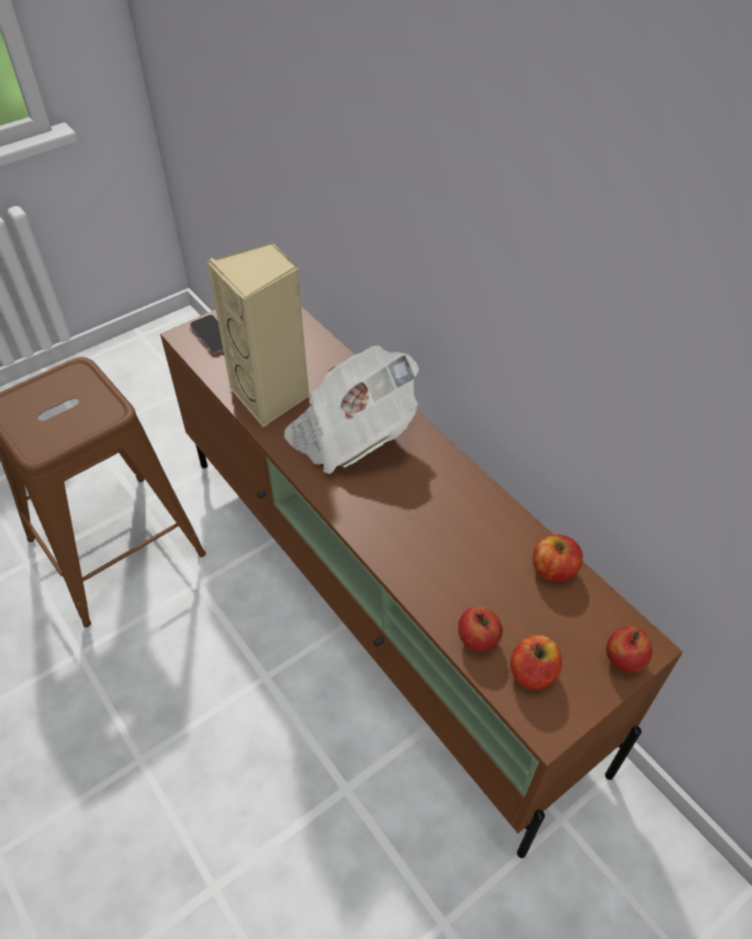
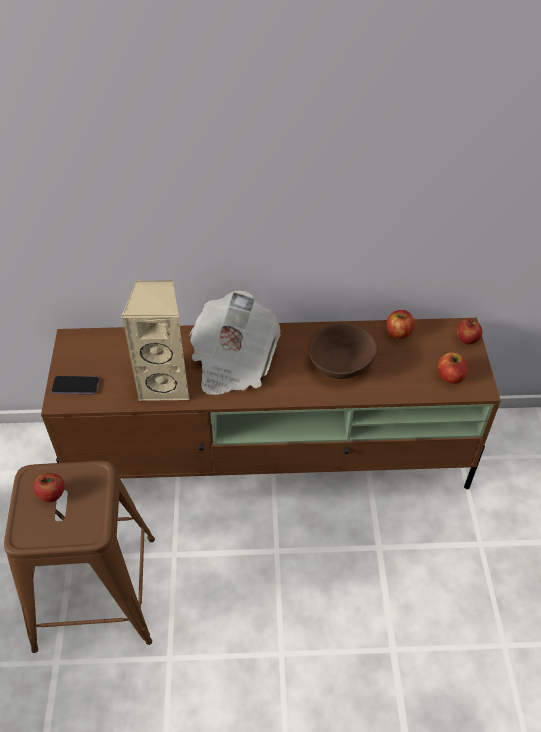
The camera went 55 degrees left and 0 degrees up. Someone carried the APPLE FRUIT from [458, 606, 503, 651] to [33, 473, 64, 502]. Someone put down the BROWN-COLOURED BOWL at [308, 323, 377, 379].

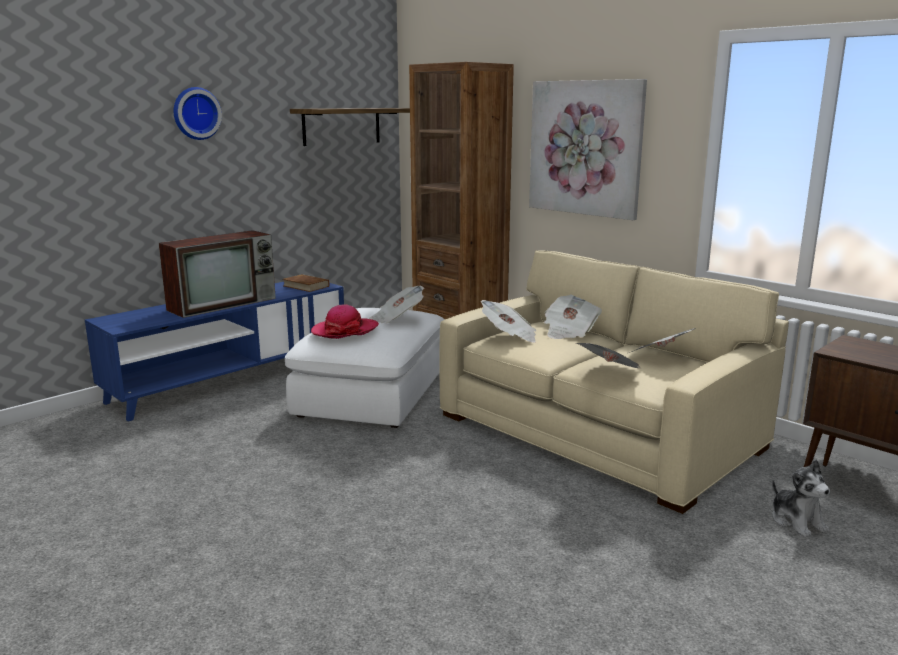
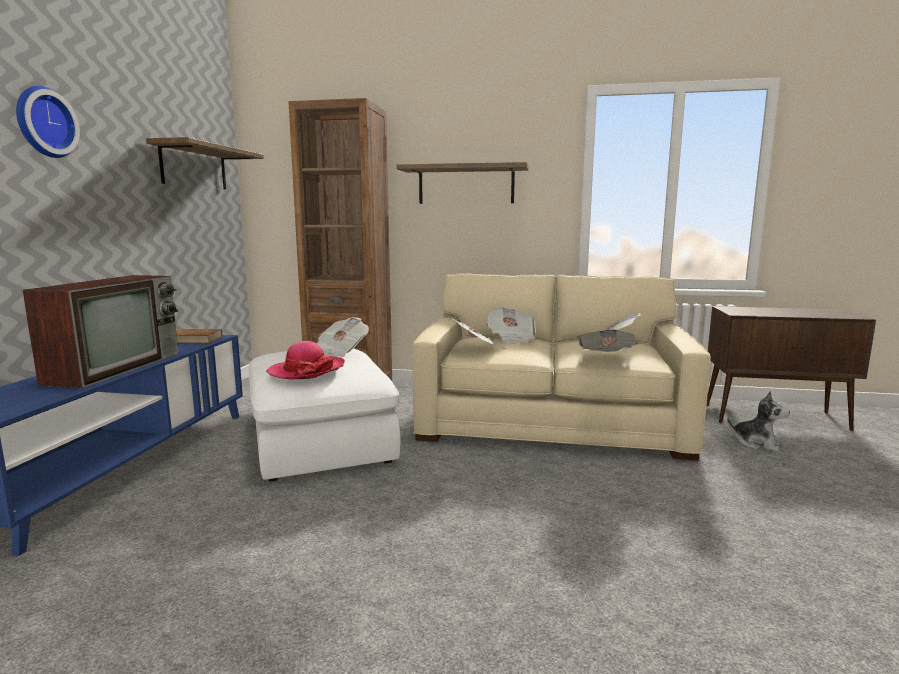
The camera went 35 degrees left and 5 degrees down. Someone swapped the WALL ART at [529, 79, 647, 220] for the BRACKET SHELF at [396, 162, 529, 204].

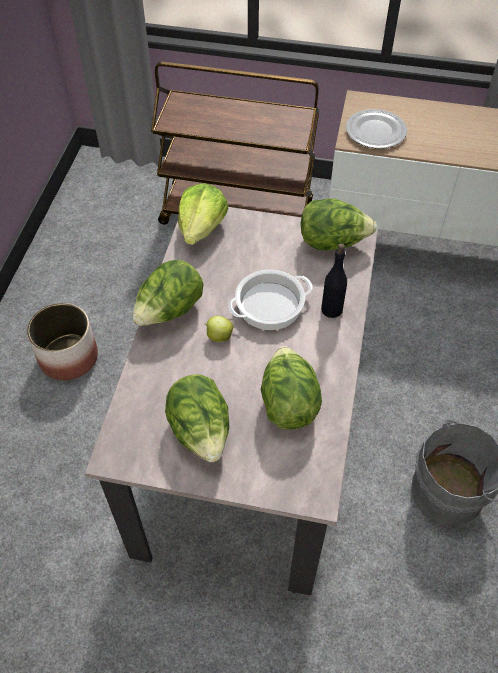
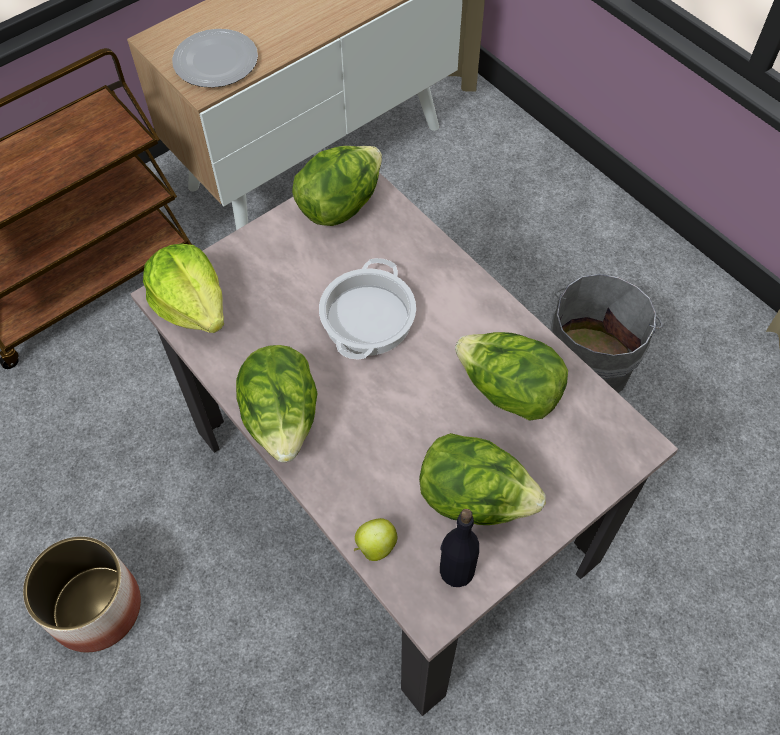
The camera went 50 degrees left and 5 degrees up. Someone carried the APPLE FRUIT from [205, 316, 233, 342] to [354, 518, 398, 561]. Someone carried the BLACK-COLOURED DRINK BOTTLE from [321, 243, 347, 318] to [440, 509, 479, 587].

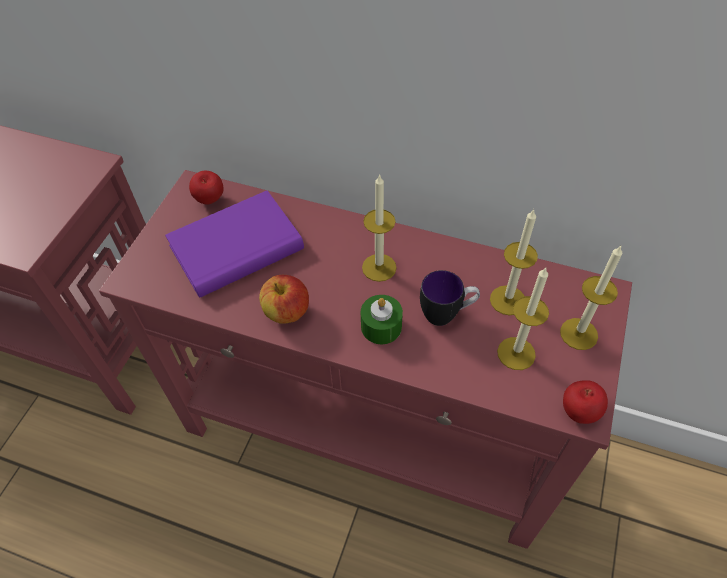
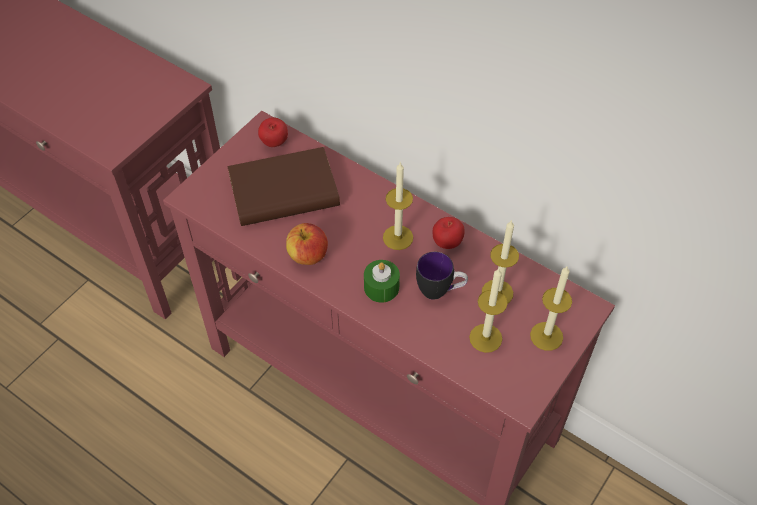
The camera went 15 degrees right and 0 degrees up. Someone repainted the PURPLE BOOK at [165, 191, 304, 298], which became the BROWN-COLOURED BOOK at [228, 147, 340, 226]. Someone carried the APPLE FRUIT from [563, 380, 608, 424] to [433, 217, 465, 249].

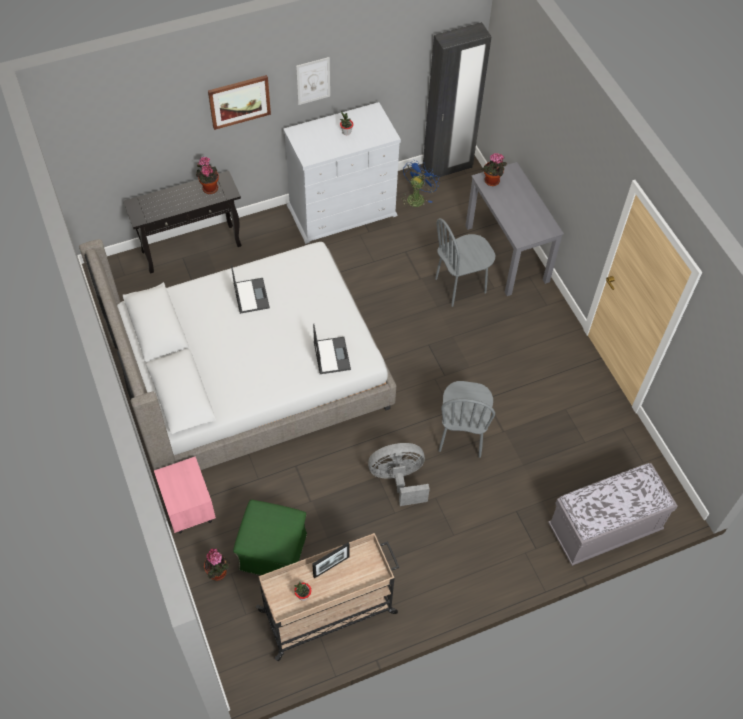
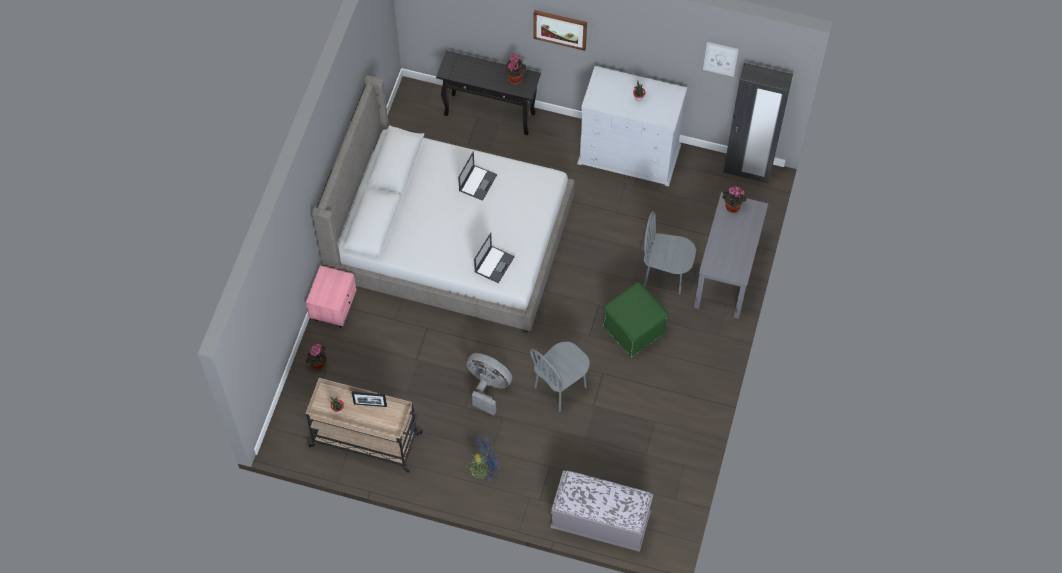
The camera went 40 degrees right and 5 degrees up. Someone carried the GREEN POUFFE from [233, 499, 307, 576] to [603, 282, 669, 358]. Someone carried the WALL ART from [296, 57, 330, 105] to [703, 42, 739, 77]. Someone carried the BLUE-COLOURED ELECTRIC FAN from [401, 160, 440, 208] to [464, 435, 499, 482].

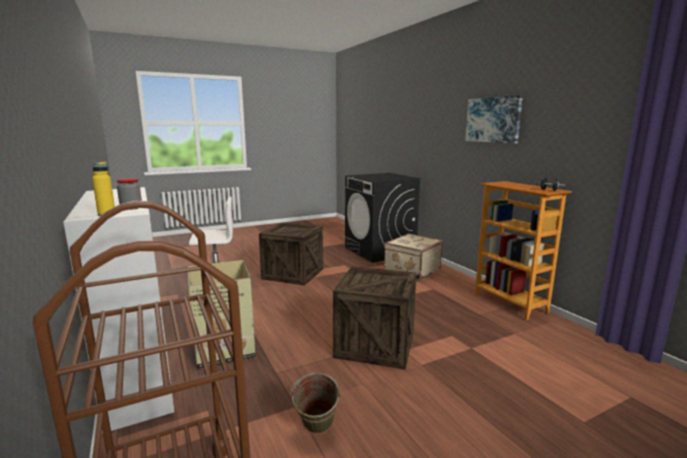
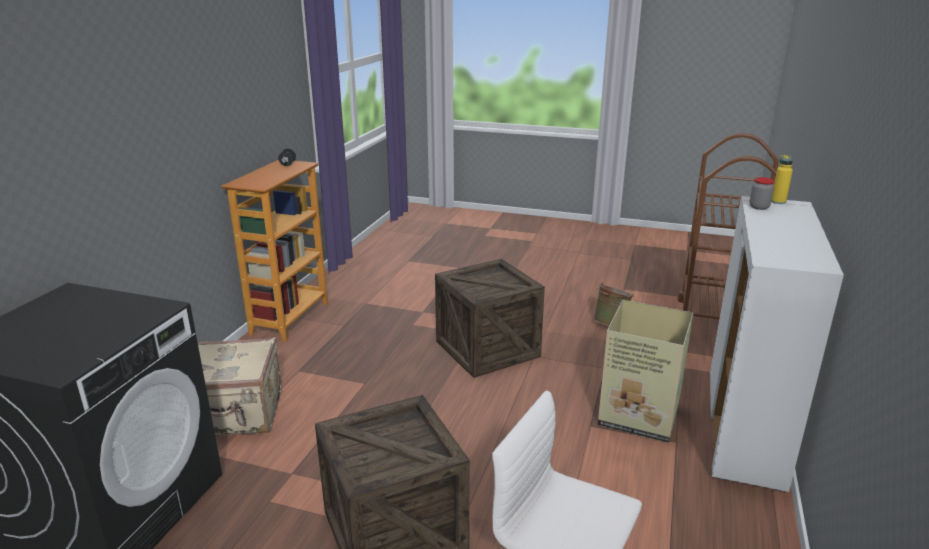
The camera went 135 degrees left and 10 degrees up. Someone took away the WALL ART at [465, 95, 523, 143].

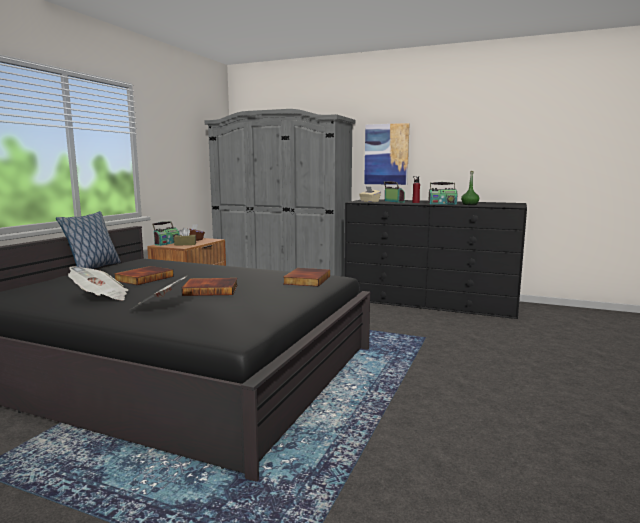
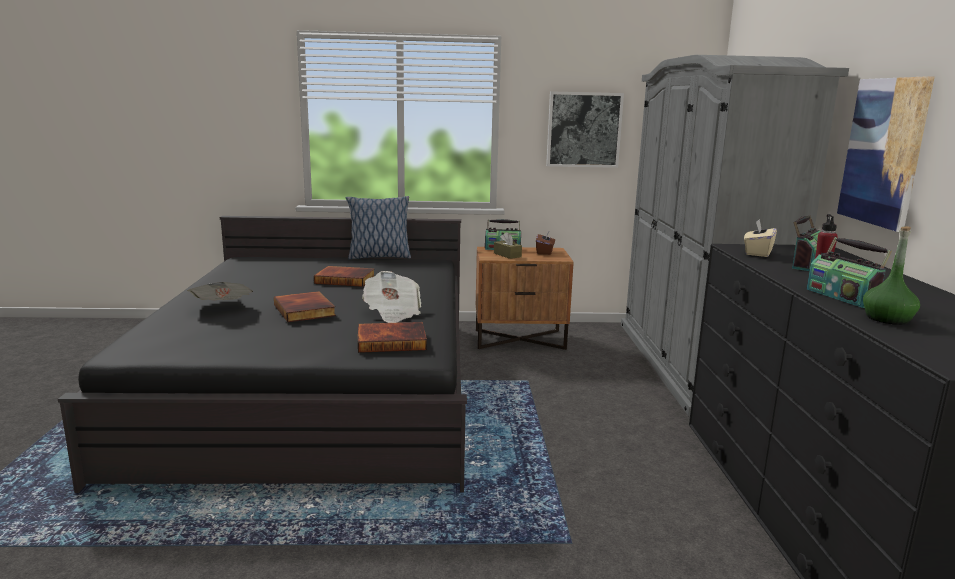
The camera went 65 degrees right and 5 degrees up. Someone carried the NEWSPAPER from [68, 266, 128, 300] to [362, 271, 421, 323]. Someone put up the WALL ART at [546, 91, 624, 168].

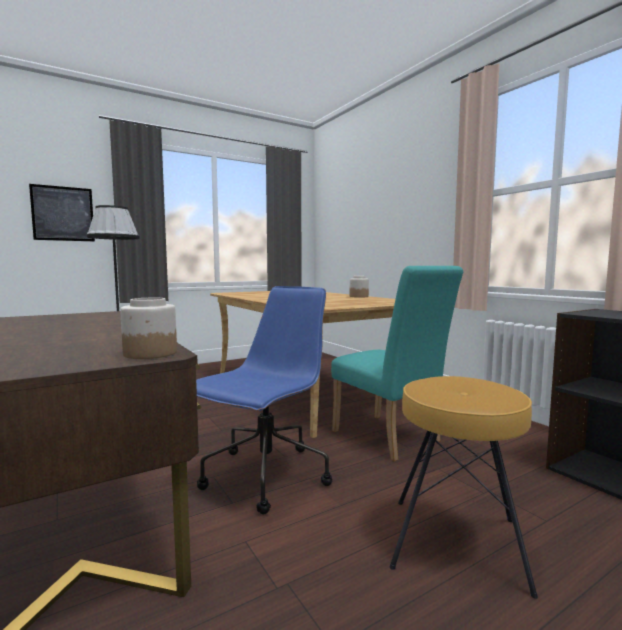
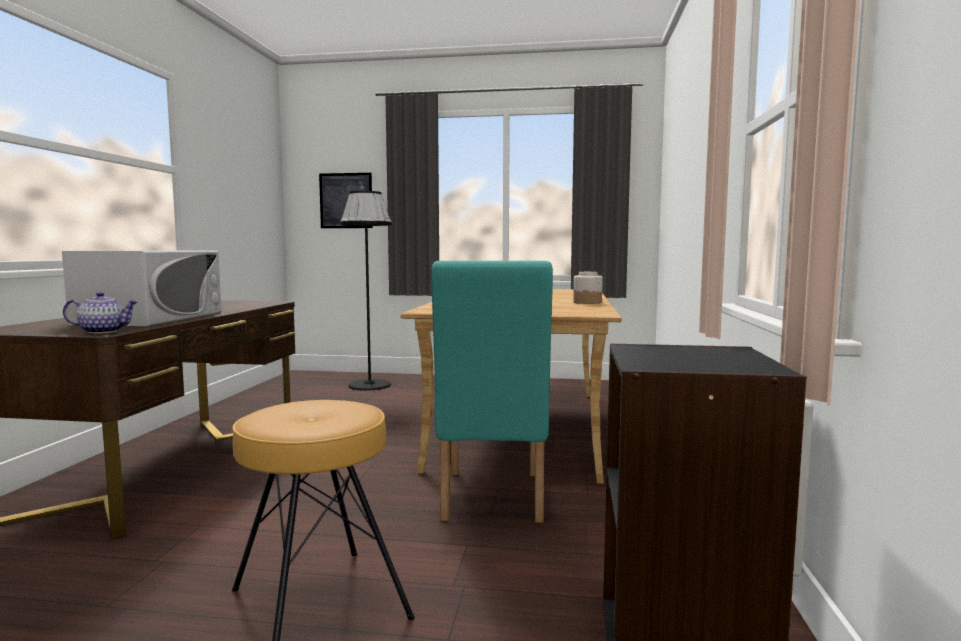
The camera went 40 degrees right and 0 degrees up. Someone swapped the JAR at [120, 298, 177, 359] for the POT FOR TEA at [63, 292, 138, 334]. Someone took away the BLUE-COLOURED OFFICE CHAIR at [196, 286, 332, 515]. Someone put down the WHITE KITCHEN MICROWAVE at [62, 251, 221, 326].

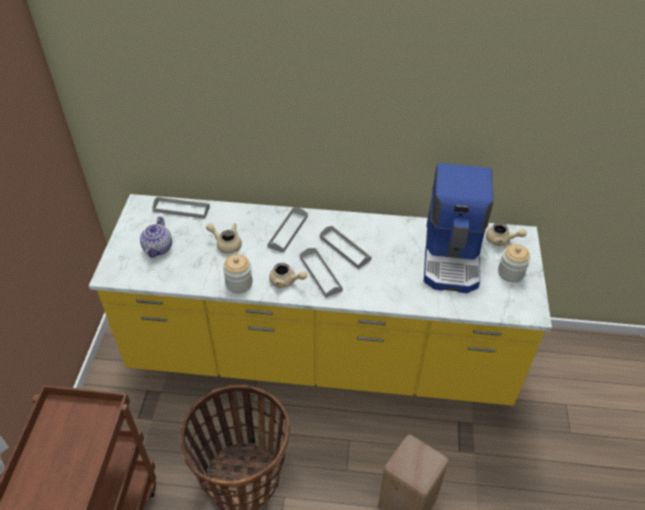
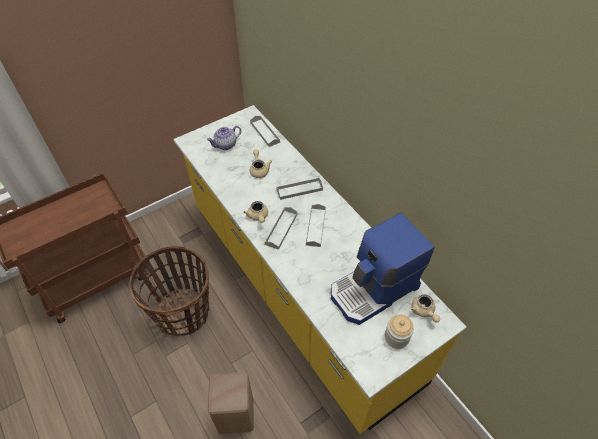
The camera went 50 degrees right and 5 degrees up. Someone took away the JAR at [223, 254, 253, 293].

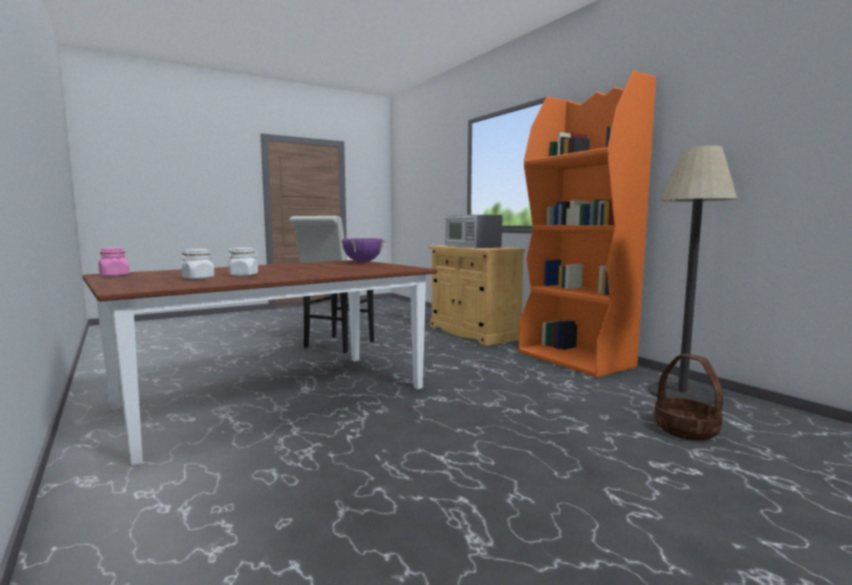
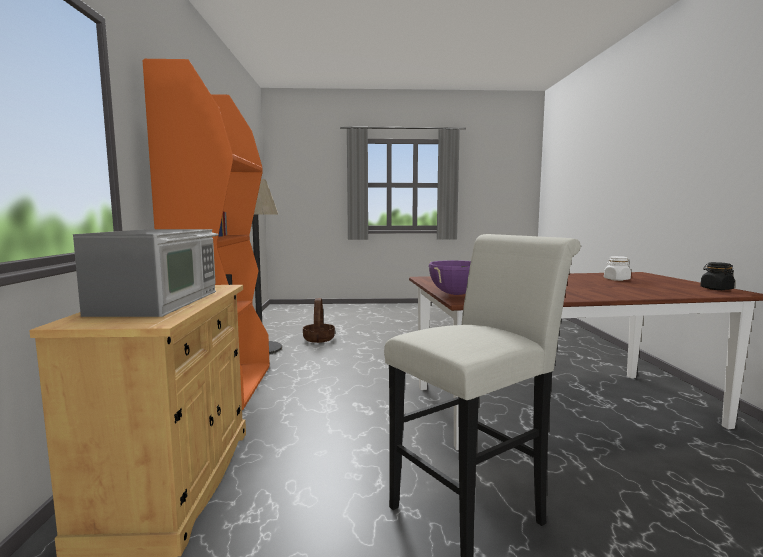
The camera went 150 degrees left and 0 degrees up. Someone repainted the PINKISH JAR at [99, 248, 130, 277], which became the BLACK-COLOURED JAR at [700, 262, 735, 290]. Someone took away the WHITE JAR at [227, 248, 259, 276].

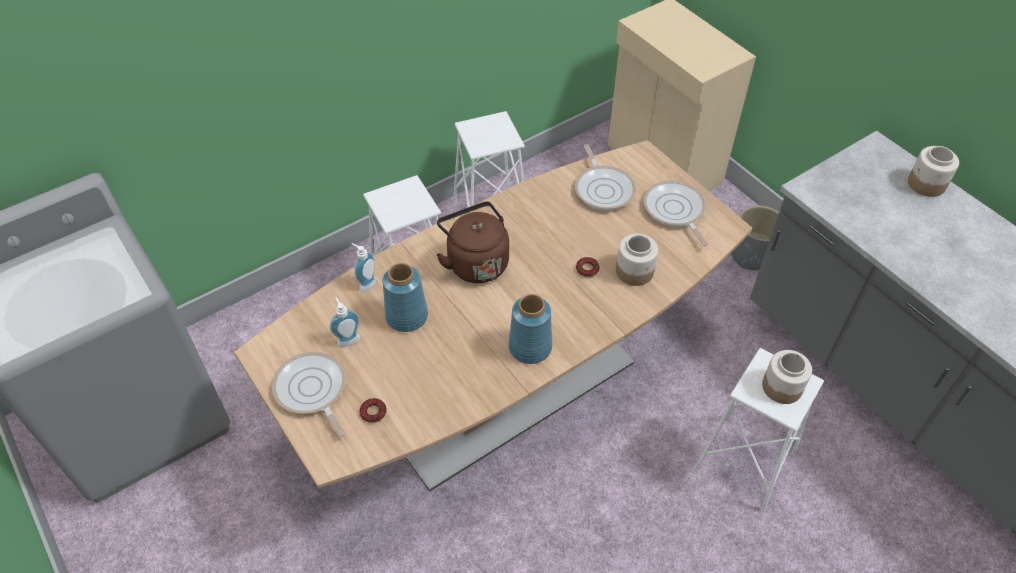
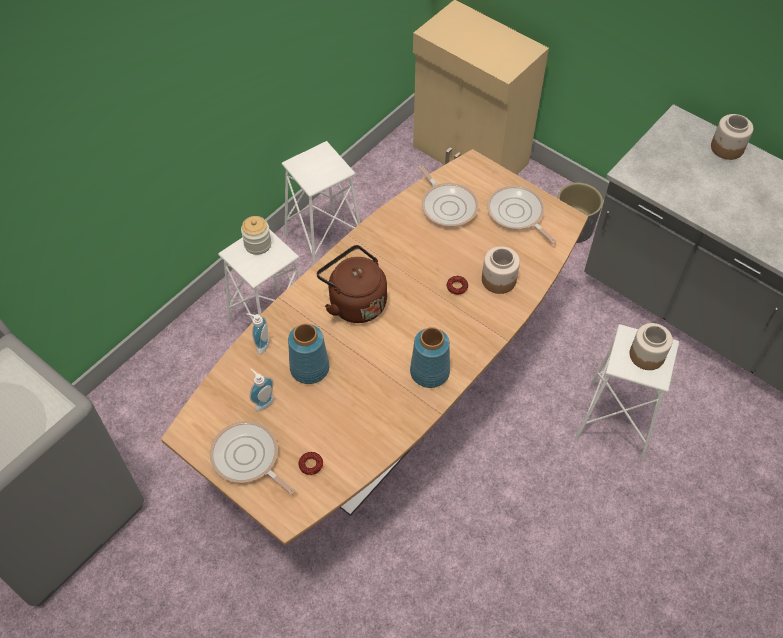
The camera went 15 degrees left and 5 degrees up. Someone put down the JAR at [241, 216, 272, 255].

